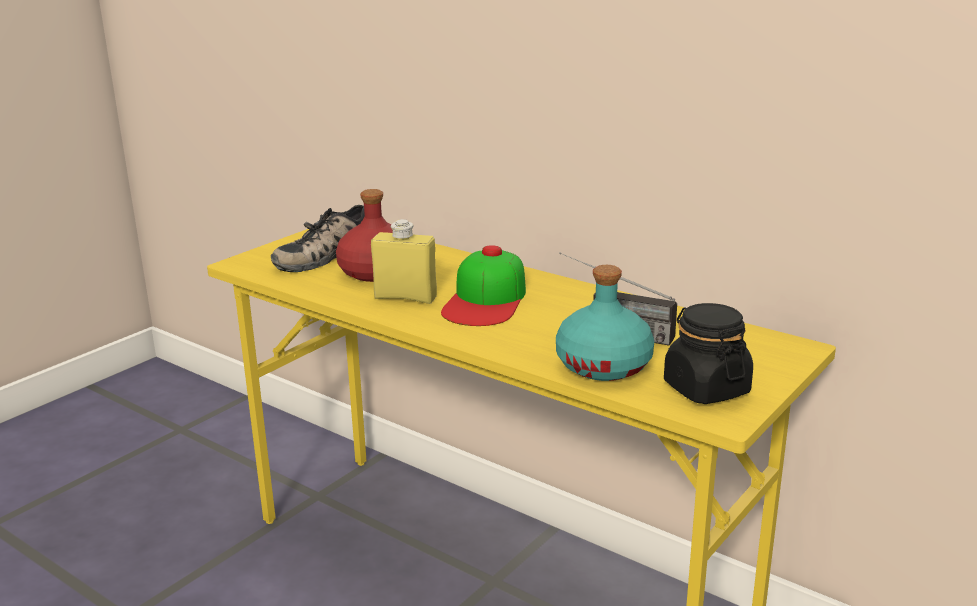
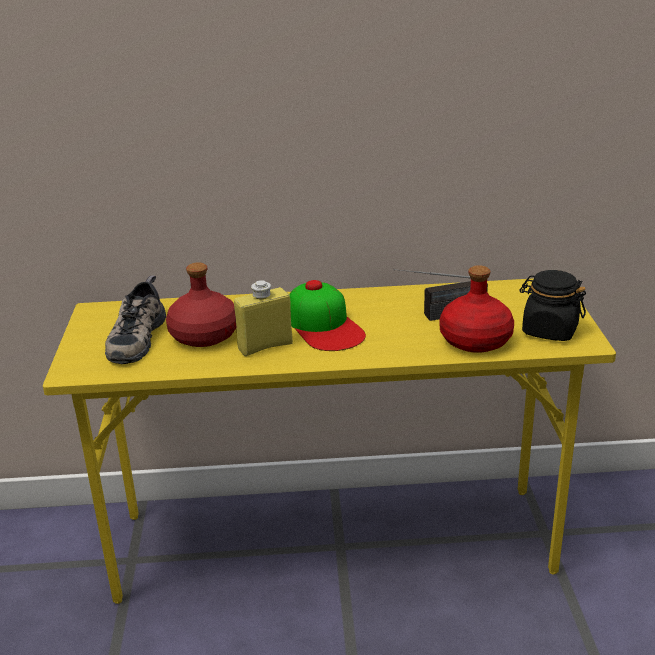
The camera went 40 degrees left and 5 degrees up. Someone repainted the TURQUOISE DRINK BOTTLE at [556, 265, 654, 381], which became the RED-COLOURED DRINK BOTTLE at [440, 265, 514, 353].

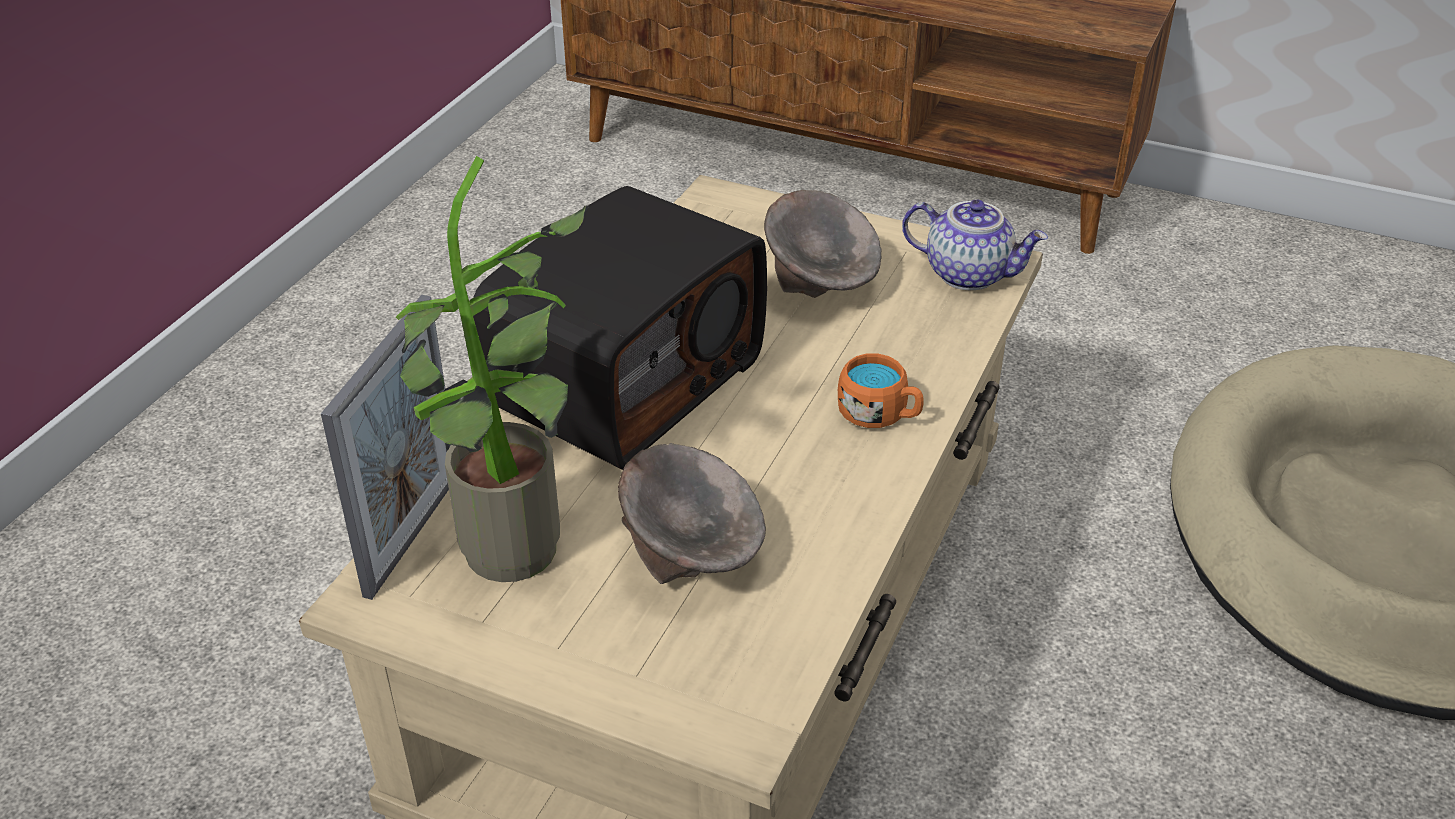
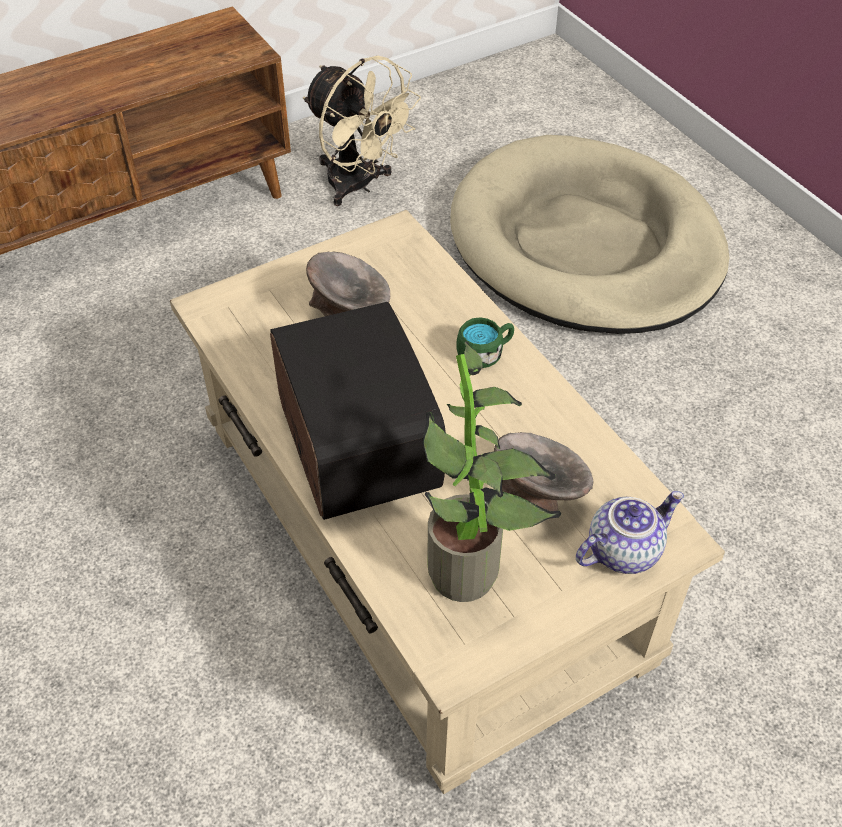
The camera went 55 degrees left and 10 degrees up. Someone took away the STANDING FRAME at [321, 295, 451, 600]. Someone repainted the ORANGEY MUG at [838, 353, 924, 428], which became the GREEN MUG at [456, 317, 514, 368]. Someone carried the POT FOR TEA from [902, 199, 1048, 290] to [576, 491, 684, 574]. Someone put down the BEIGE ELECTRIC FAN at [303, 56, 421, 206].

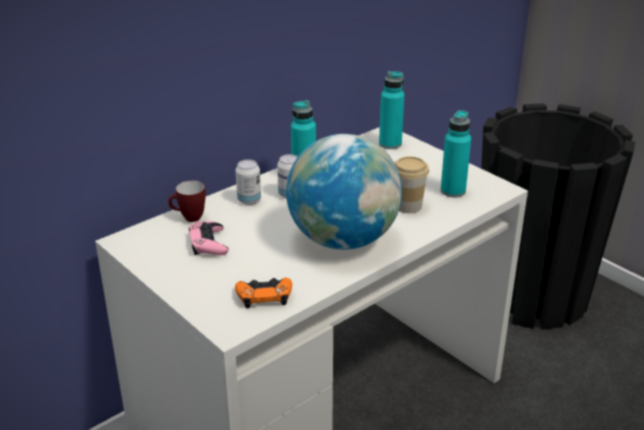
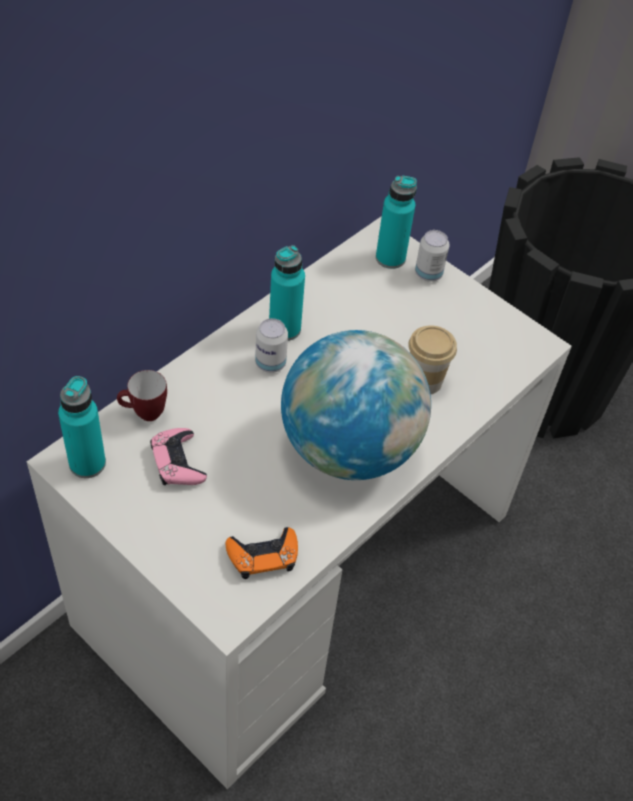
The camera went 10 degrees left and 20 degrees up. Someone carried the METAL CAN from [235, 159, 261, 205] to [415, 230, 450, 282]. Someone carried the TURQUOISE DRINK BOTTLE from [441, 110, 471, 197] to [58, 376, 106, 478].

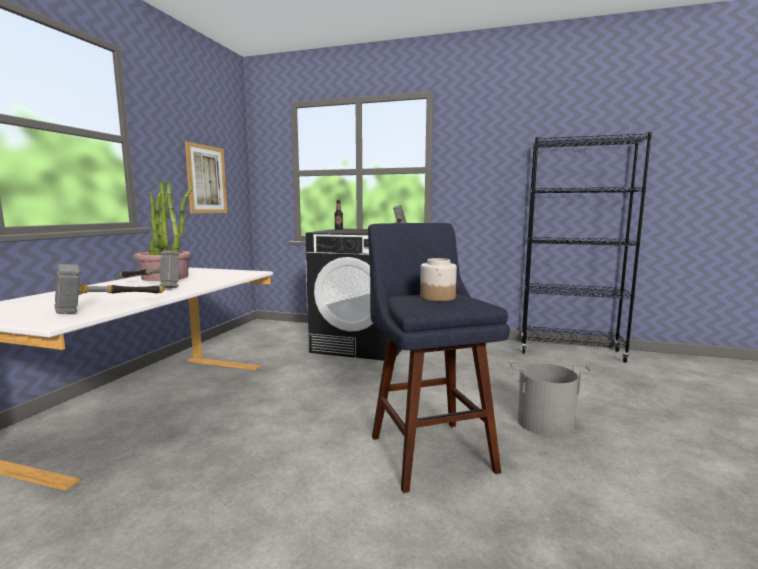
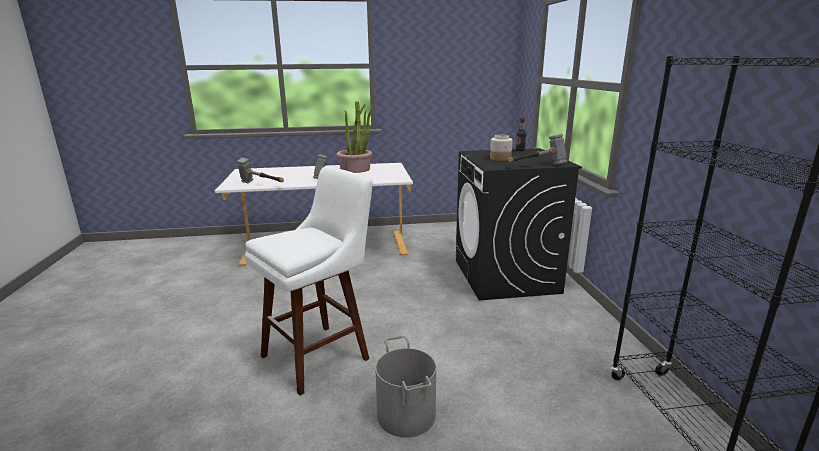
The camera went 65 degrees right and 10 degrees up. Someone took away the WALL ART at [185, 141, 227, 214]. Someone repainted the BLUE-COLOURED SITTING STOOL at [368, 223, 510, 493], which became the WHITE SITTING STOOL at [245, 166, 373, 396]. Someone carried the JAR from [420, 258, 457, 301] to [490, 135, 513, 161].

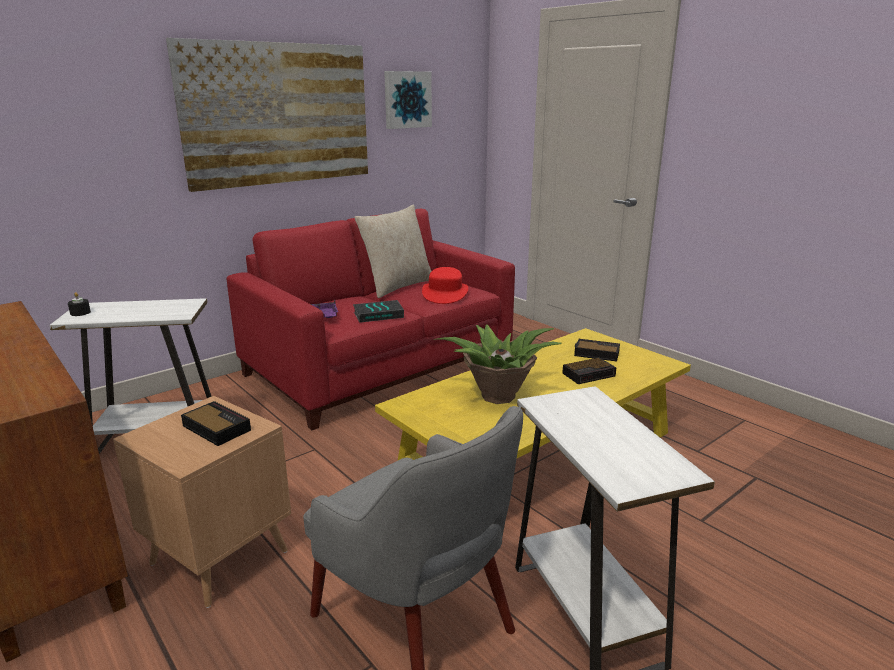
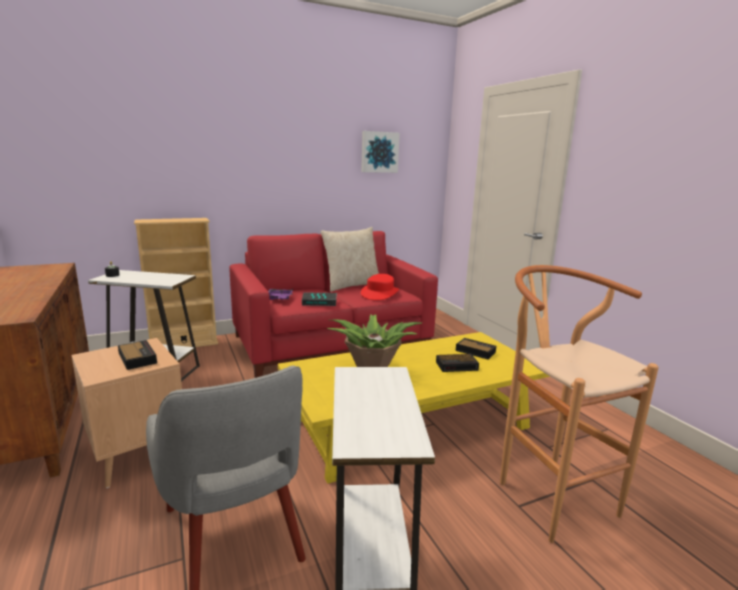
The camera went 15 degrees right and 5 degrees down. Someone took away the WALL ART at [166, 38, 368, 192]. Someone put down the BEIGE BOOKCASE at [134, 218, 218, 347]. Someone put down the BROWN-COLOURED SITTING STOOL at [500, 265, 658, 543].

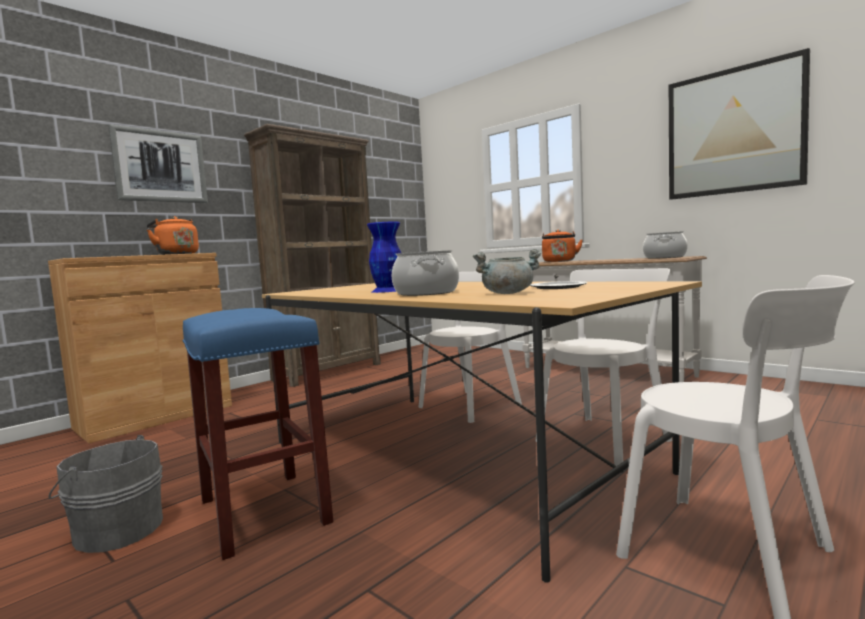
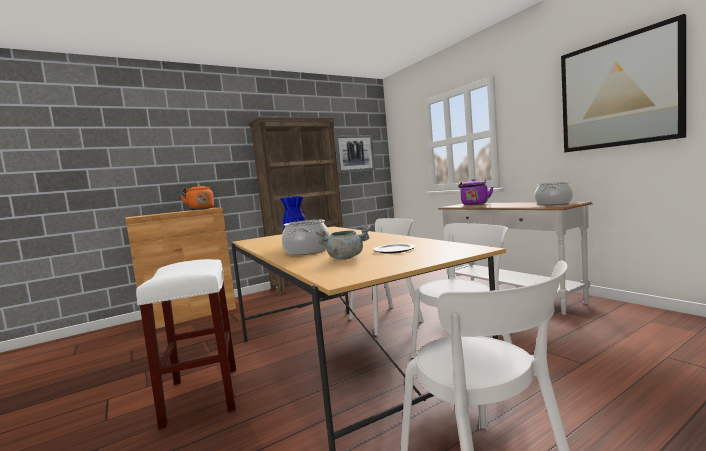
The camera went 15 degrees right and 0 degrees up. Someone took away the GREYISH PAIL at [49, 435, 163, 553]. Someone carried the WALL ART from [108, 124, 208, 203] to [335, 135, 375, 173]. Someone repainted the BLUE-COLOURED SITTING STOOL at [183, 308, 333, 560], which became the WHITE SITTING STOOL at [136, 259, 236, 429]. Someone repainted the ORANGEY KETTLE at [542, 230, 583, 262], which became the PURPLE KETTLE at [458, 179, 493, 205].

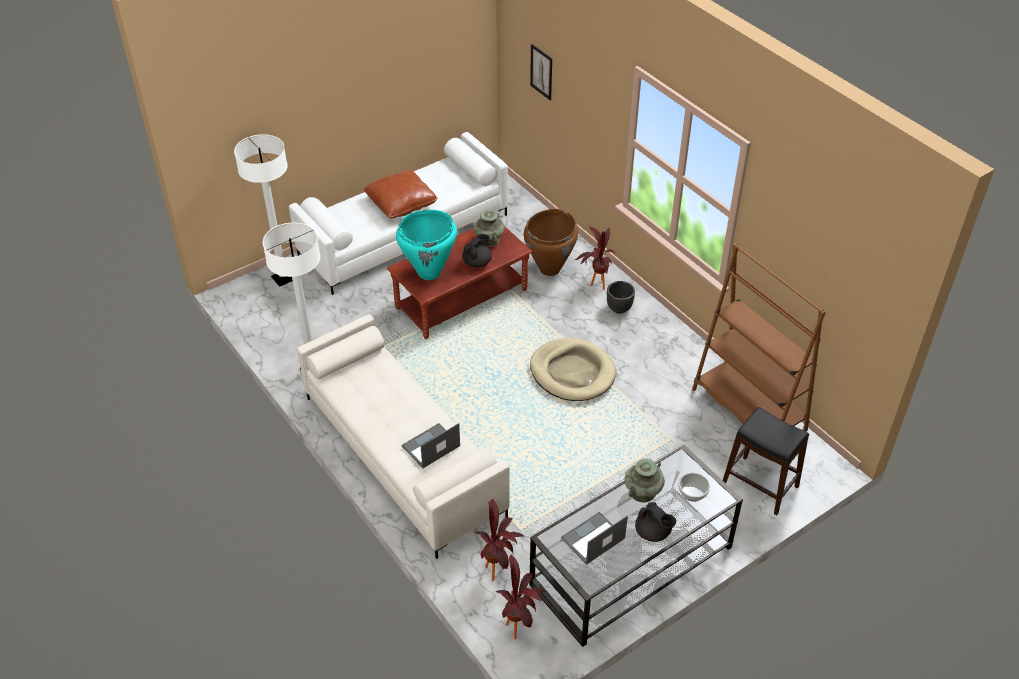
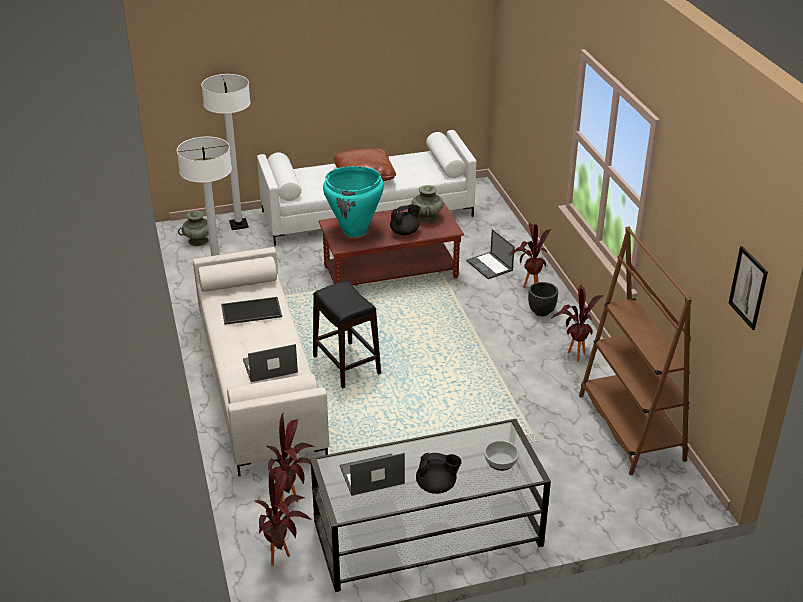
The camera went 20 degrees right and 10 degrees down. Someone swapped the BROWN-COLOURED VASE at [524, 209, 578, 276] for the LAPTOP at [466, 229, 515, 279]. Someone carried the WALL ART from [530, 44, 552, 100] to [729, 246, 768, 330]. Someone took away the BEIGE DOG CUSHION at [530, 338, 616, 401]. Someone carried the TURQUOISE VASE from [624, 459, 665, 503] to [178, 211, 209, 246]. Someone rotated the BLACK-COLOURED POT FOR TEA at [635, 502, 676, 542] by 60 degrees counterclockwise. Someone carried the BLACK-COLOURED SITTING STOOL from [723, 407, 809, 515] to [313, 281, 381, 389]. Someone put down the CARRYING TRAY at [221, 297, 282, 325]. Someone put down the POTTED PLANT at [551, 285, 604, 362].

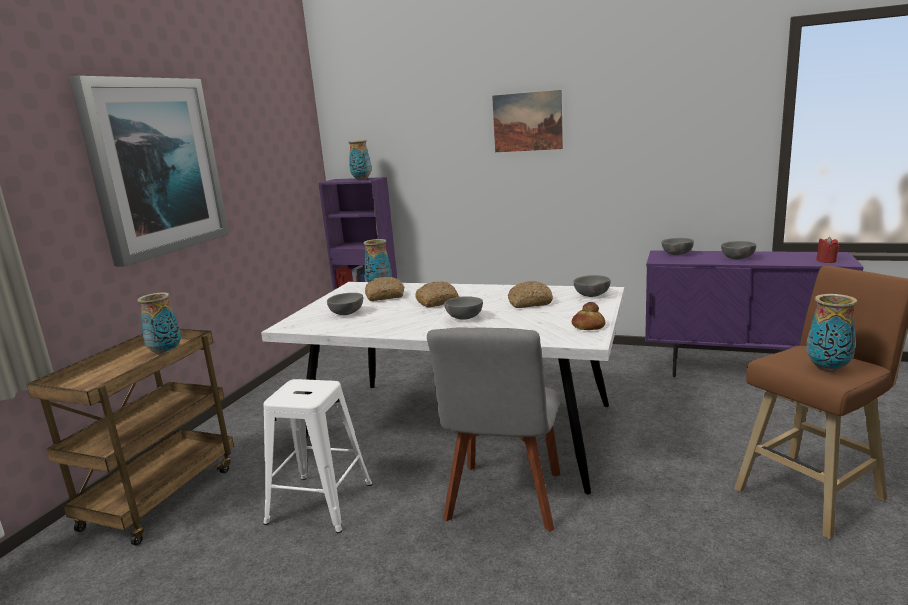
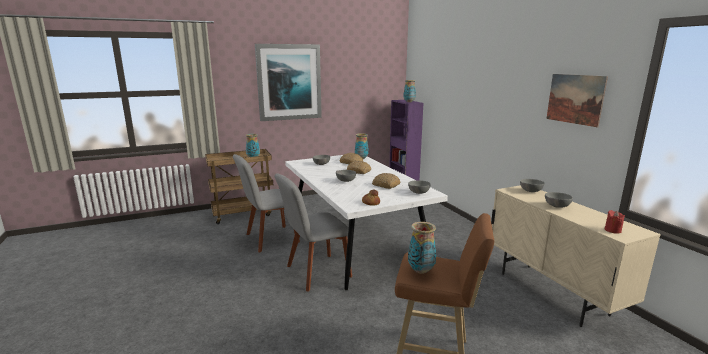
The camera went 45 degrees right and 0 degrees up. Someone swapped the WHITE SITTING STOOL at [263, 379, 373, 533] for the GREYISH CHAIR at [233, 154, 300, 253]. Someone carried the WALL ART from [492, 90, 563, 152] to [546, 74, 608, 127]. Someone repainted the PURPLE STORAGE CABINET at [645, 251, 864, 377], which became the BEIGE STORAGE CABINET at [491, 185, 661, 327].

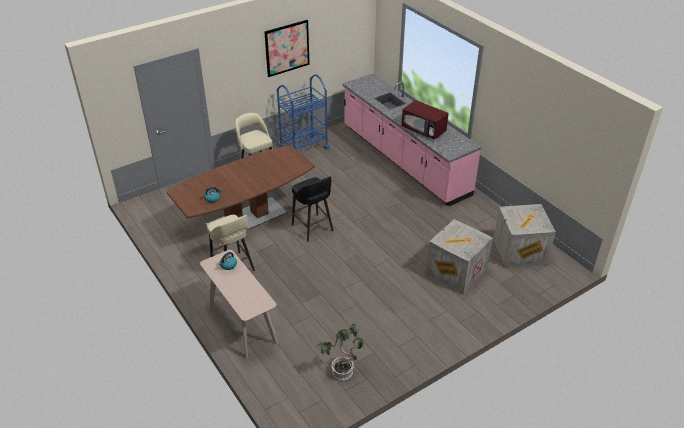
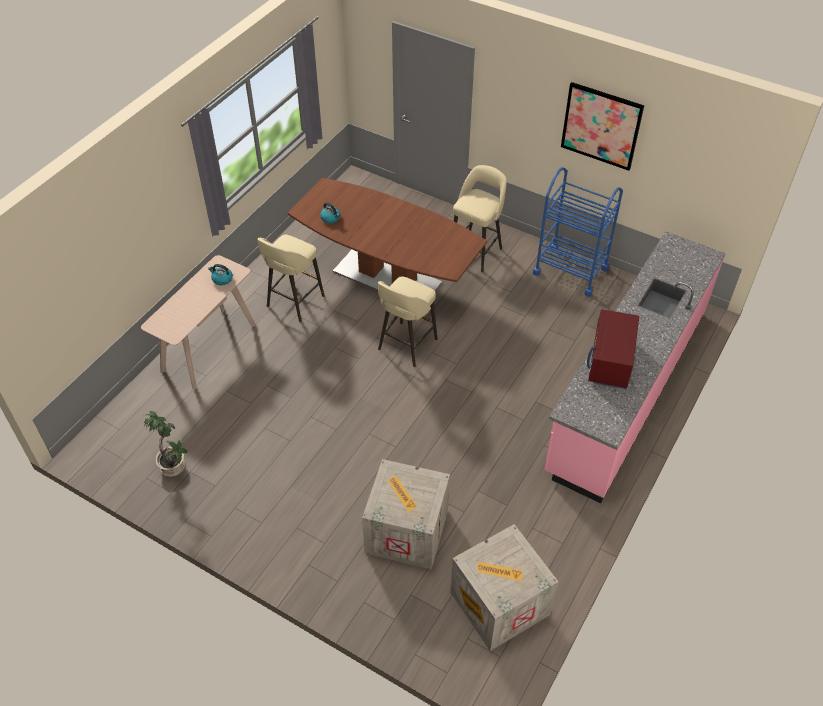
The camera went 65 degrees right and 10 degrees up. Someone repainted the BLACK-COLOURED SITTING STOOL at [292, 176, 334, 242], which became the BEIGE SITTING STOOL at [378, 276, 438, 367].

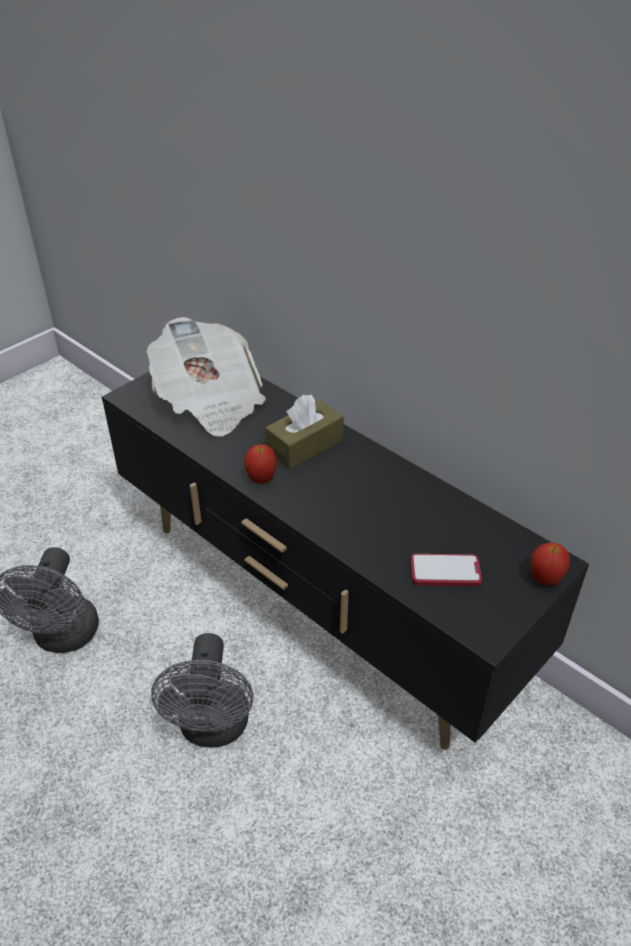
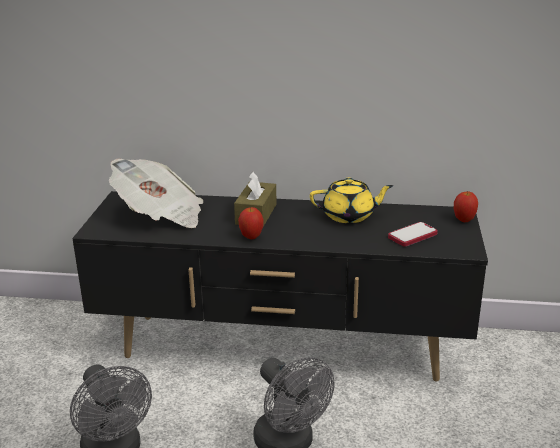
The camera went 35 degrees left and 15 degrees down. Someone put down the YELLOW-COLOURED POT FOR TEA at [310, 178, 393, 223].

